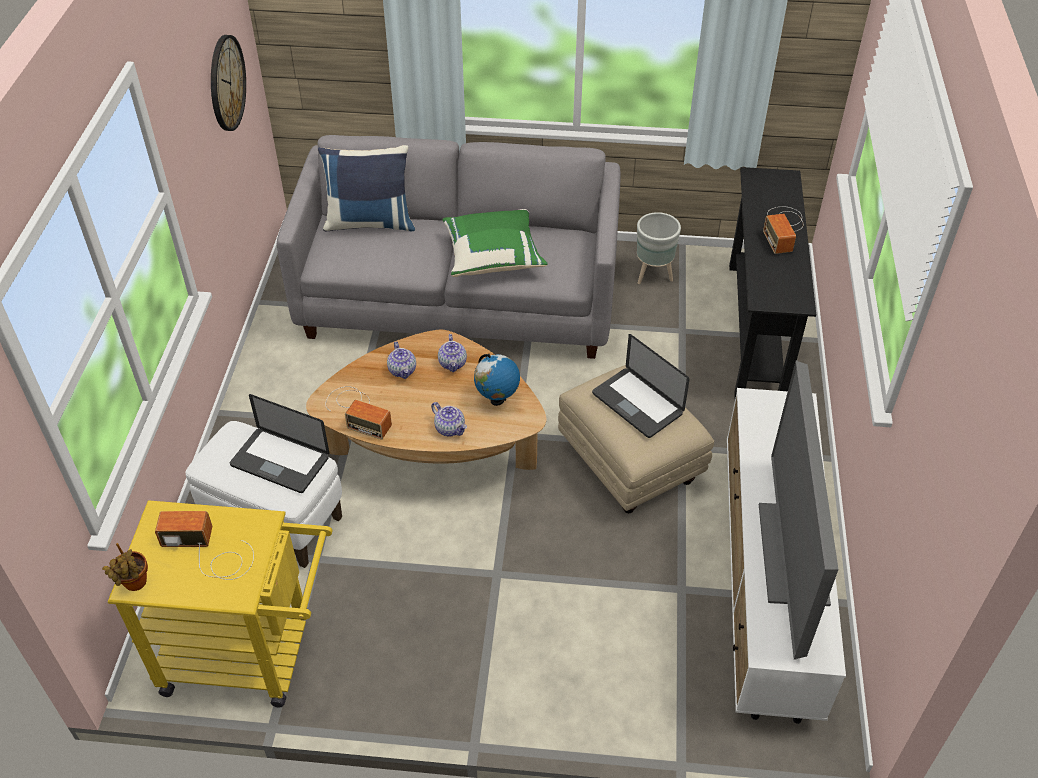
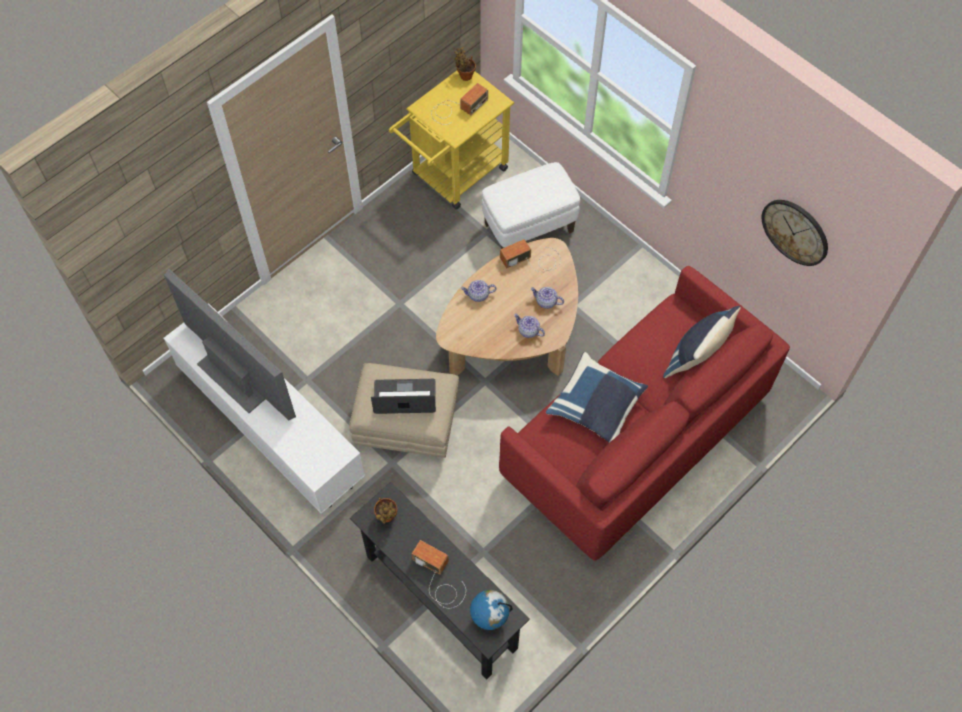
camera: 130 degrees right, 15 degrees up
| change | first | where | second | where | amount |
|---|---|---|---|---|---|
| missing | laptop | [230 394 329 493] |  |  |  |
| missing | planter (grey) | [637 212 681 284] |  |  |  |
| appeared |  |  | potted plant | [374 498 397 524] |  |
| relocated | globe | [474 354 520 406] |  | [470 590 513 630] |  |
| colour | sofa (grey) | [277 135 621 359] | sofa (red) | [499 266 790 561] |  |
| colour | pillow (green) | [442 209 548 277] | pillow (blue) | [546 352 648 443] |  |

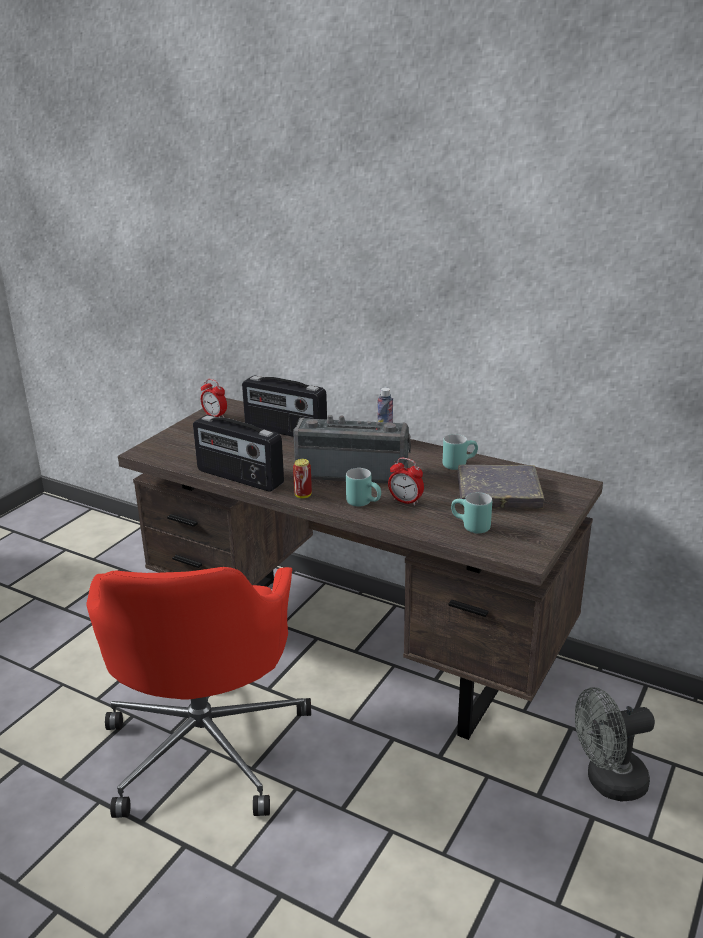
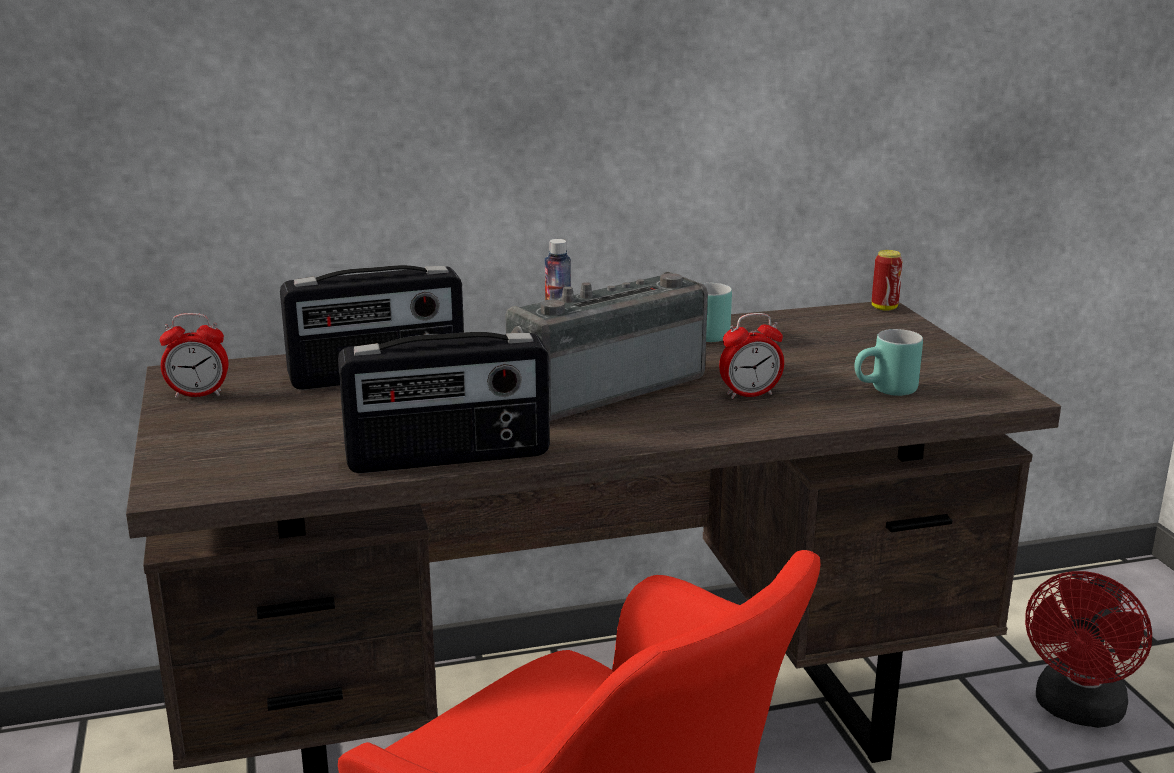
camera: 45 degrees left, 5 degrees down
| change | first | where | second | where | amount |
|---|---|---|---|---|---|
| missing | mug (turquoise) | [346 468 381 507] |  |  |  |
| missing | book (grey) | [457 465 544 509] |  |  |  |
| relocated | can | [293 459 312 498] |  | [872 250 903 311] |  |
| colour | fan (grey) | [575 687 655 802] | fan (red) | [1025 571 1152 728] |  |

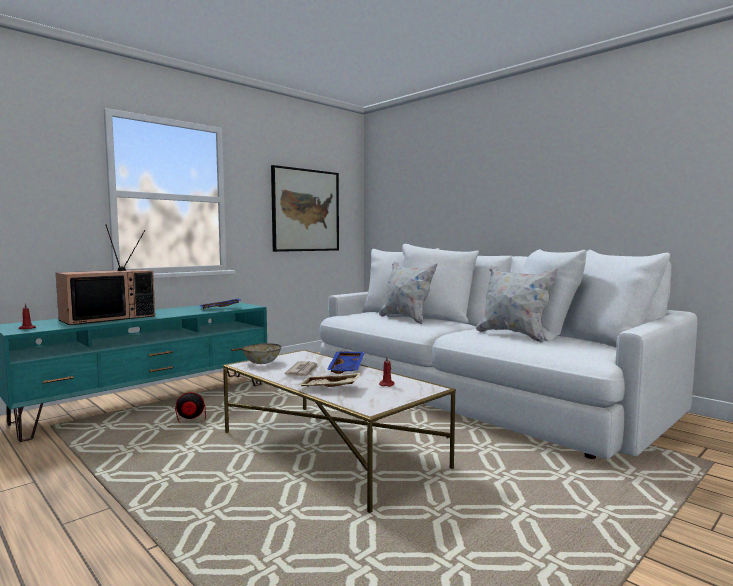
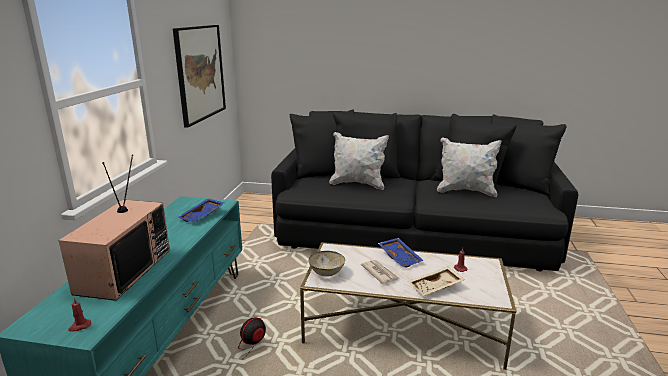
camera: 35 degrees left, 15 degrees up
| change | first | where | second | where | amount |
|---|---|---|---|---|---|
| colour | sofa (white) | [319 244 698 459] | sofa (black) | [271 109 578 271] |  |

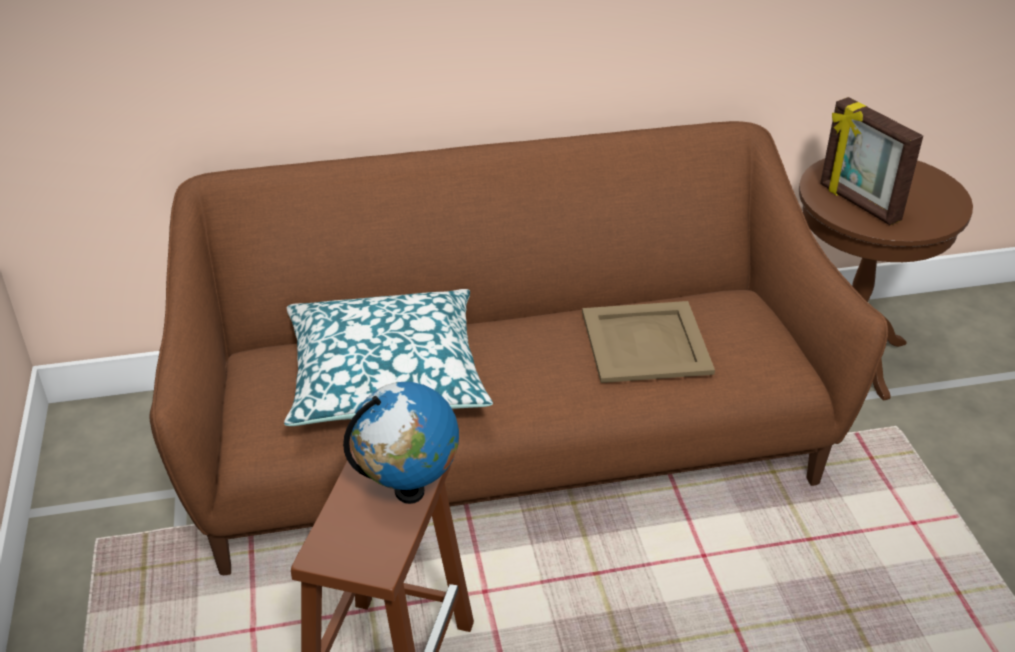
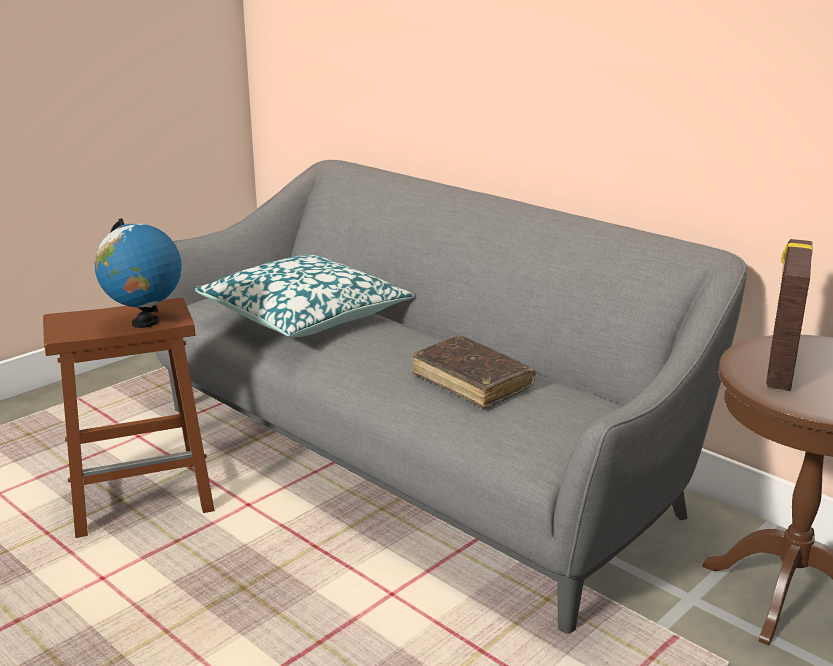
camera: 55 degrees right, 15 degrees down
| change | first | where | second | where | amount |
|---|---|---|---|---|---|
| exchanged | tray (beige) | [582 301 715 383] | book (brown) | [412 336 536 408] |  |
| colour | sofa (brown) | [150 121 888 575] | sofa (grey) | [155 160 747 634] |  |

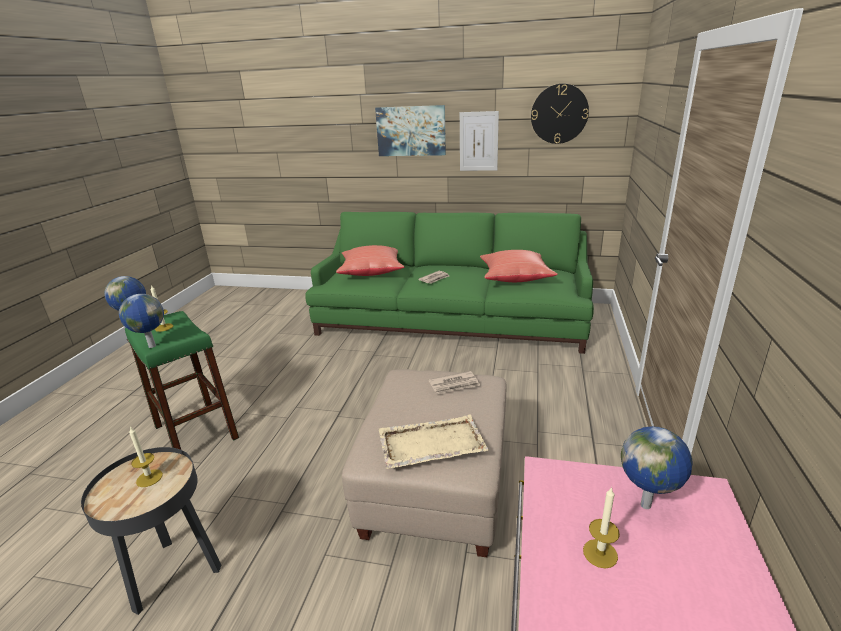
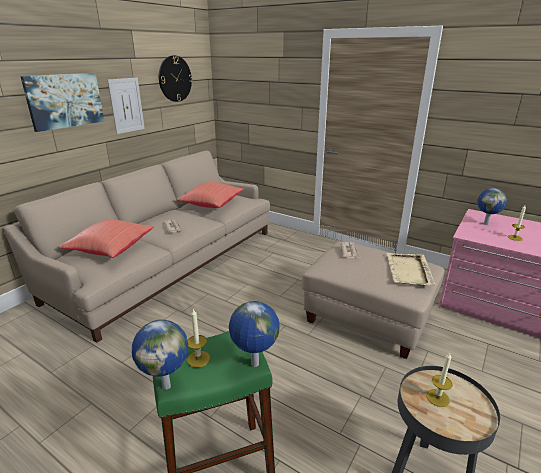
camera: 70 degrees left, 0 degrees up
| change | first | where | second | where | amount |
|---|---|---|---|---|---|
| colour | sofa (green) | [305 212 594 354] | sofa (beige) | [3 151 270 343] |  |

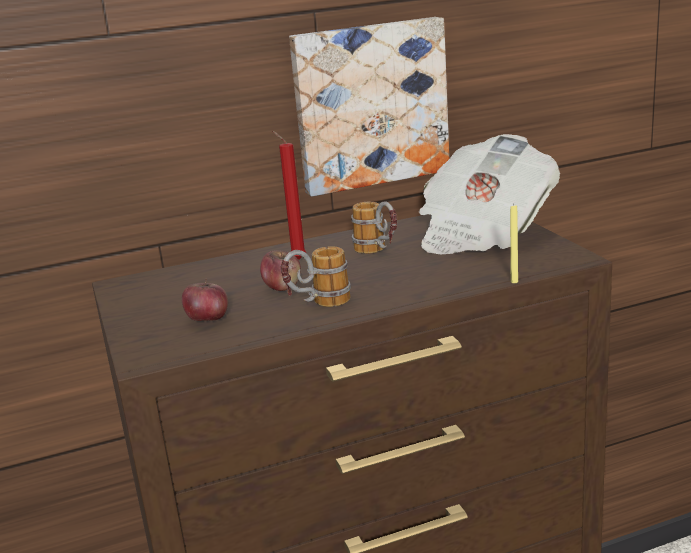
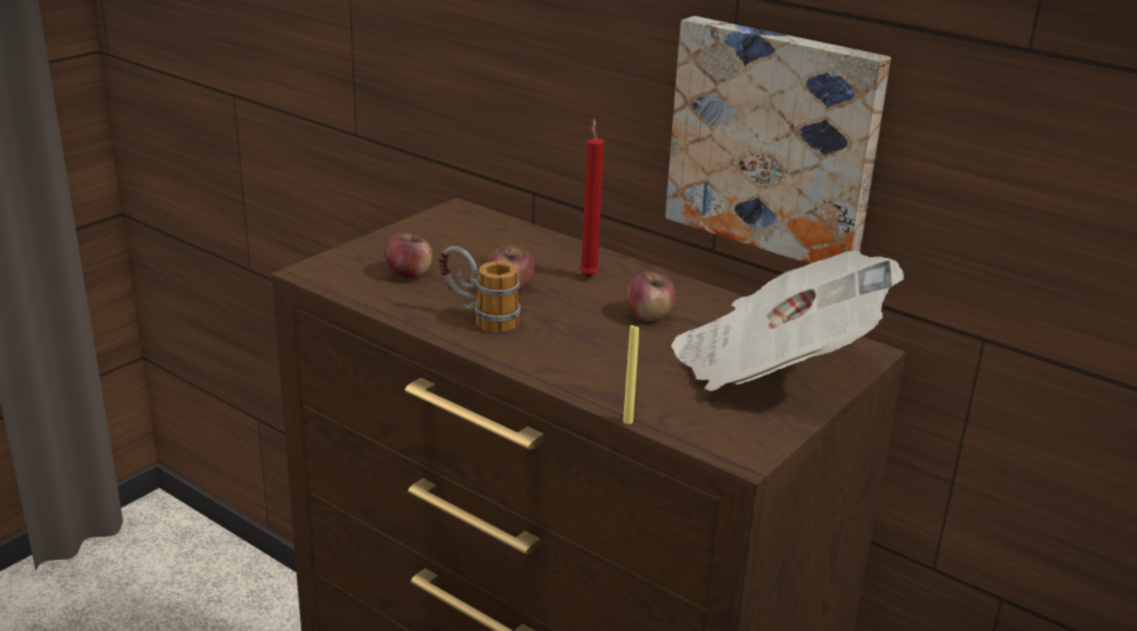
camera: 55 degrees right, 5 degrees up
| change | first | where | second | where | amount |
|---|---|---|---|---|---|
| exchanged | mug | [351 201 397 254] | apple | [627 271 676 321] |  |

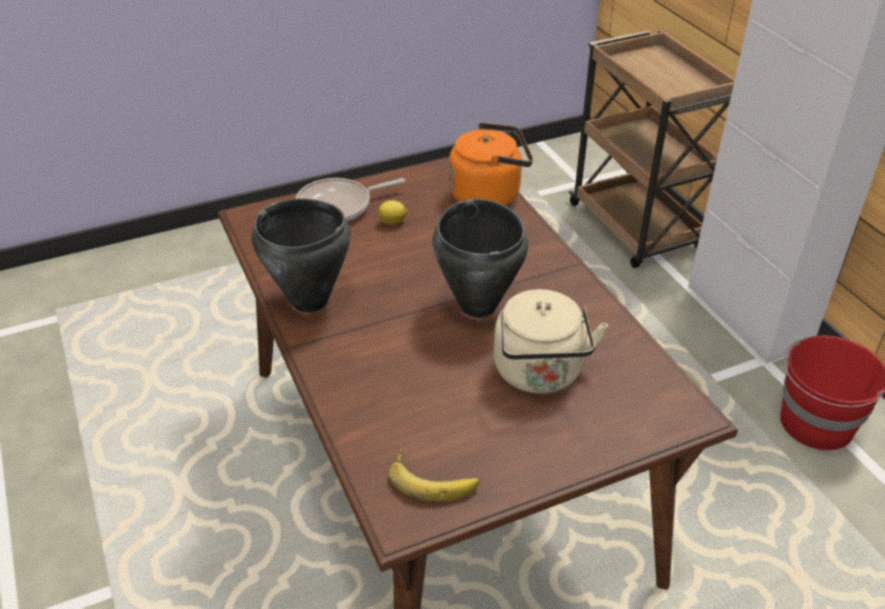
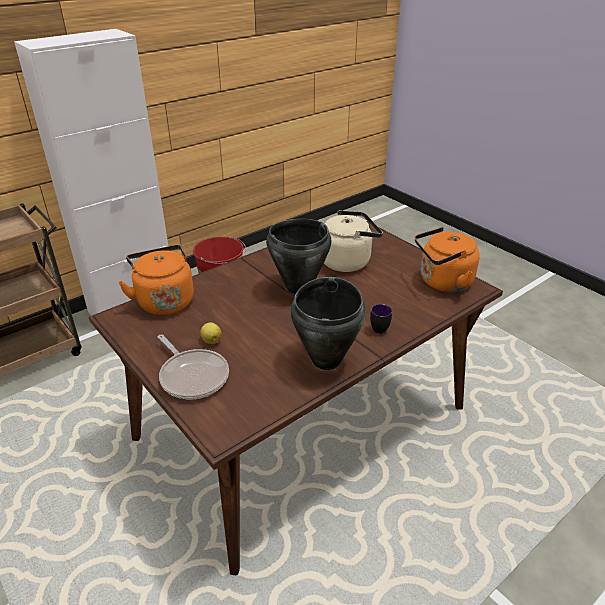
camera: 105 degrees left, 5 degrees down
| change | first | where | second | where | amount |
|---|---|---|---|---|---|
| appeared |  |  | mug | [370 304 392 334] |  |
| exchanged | banana | [388 448 479 502] | kettle (orange) | [415 227 480 292] |  |

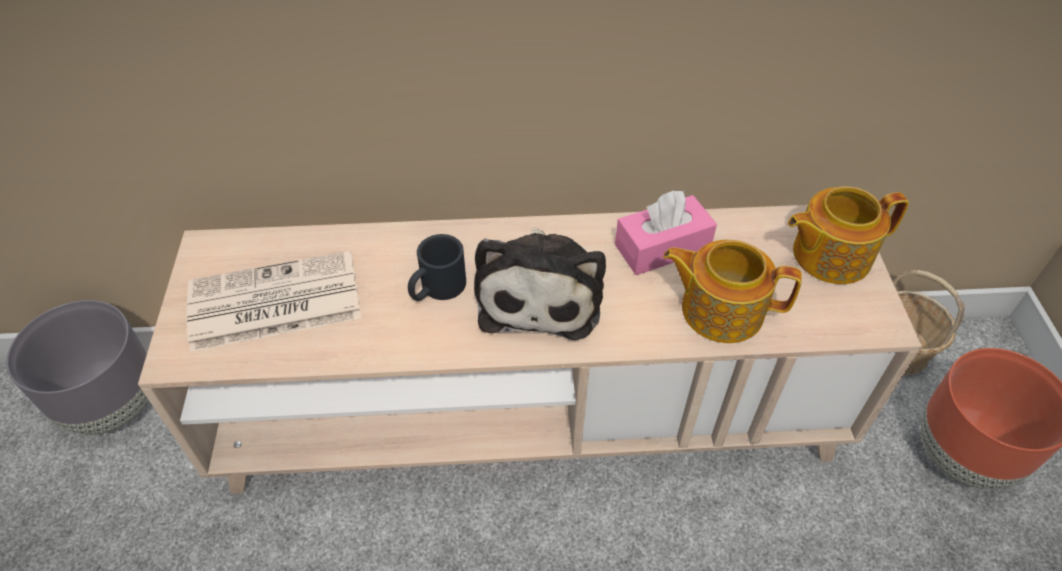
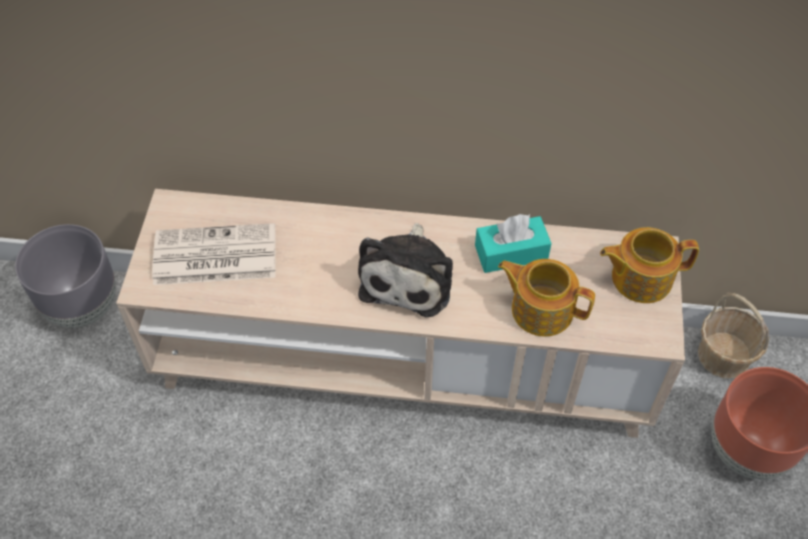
camera: 10 degrees right, 5 degrees up
| change | first | where | second | where | amount |
|---|---|---|---|---|---|
| missing | mug (black) | [408 234 466 301] |  |  |  |
| colour | tissue box (pink) | [615 190 717 275] | tissue box (turquoise) | [475 214 552 273] |  |

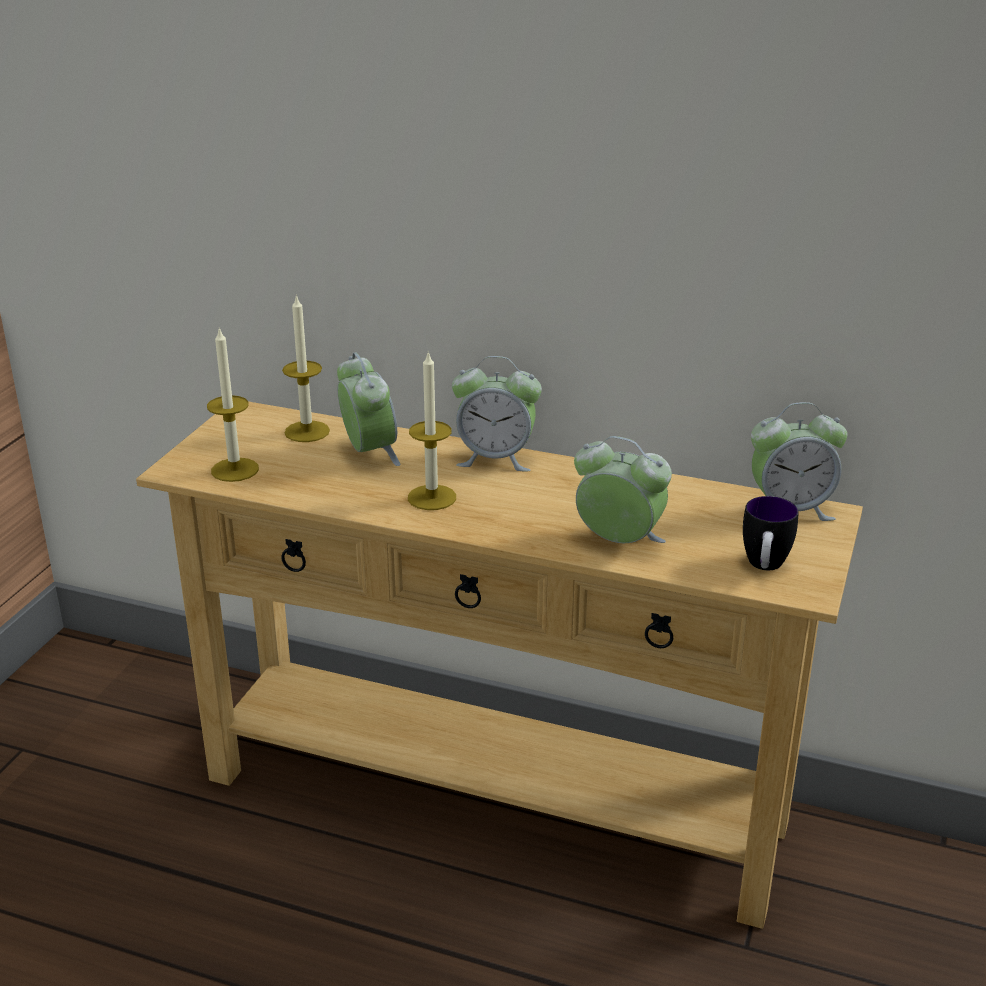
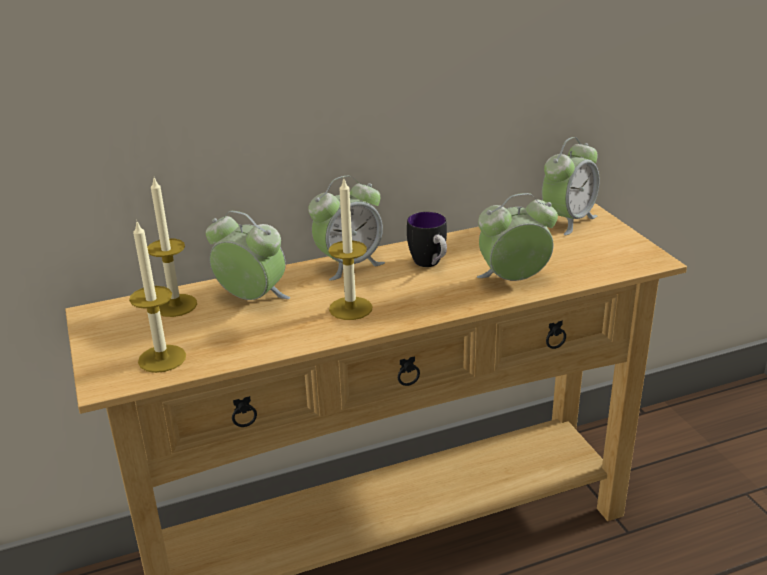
camera: 40 degrees left, 0 degrees up
| change | first | where | second | where | amount |
|---|---|---|---|---|---|
| relocated | mug | [743 496 799 570] |  | [407 212 447 267] |  |

